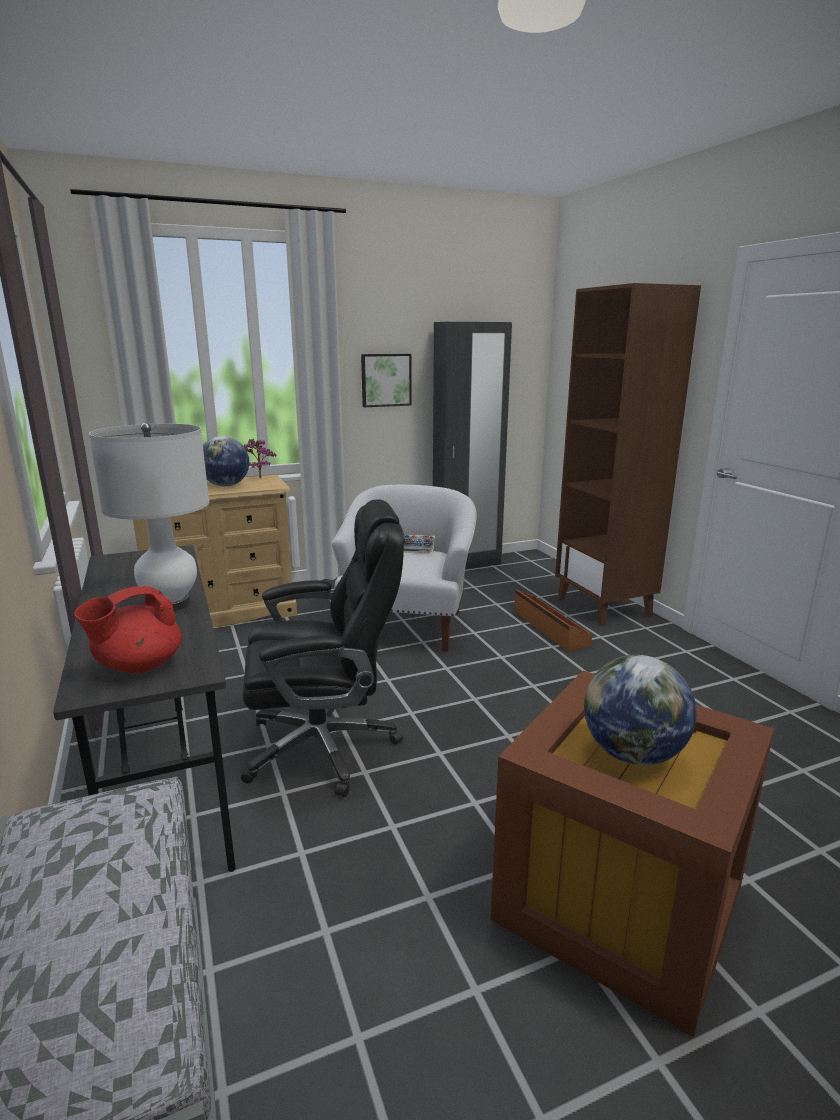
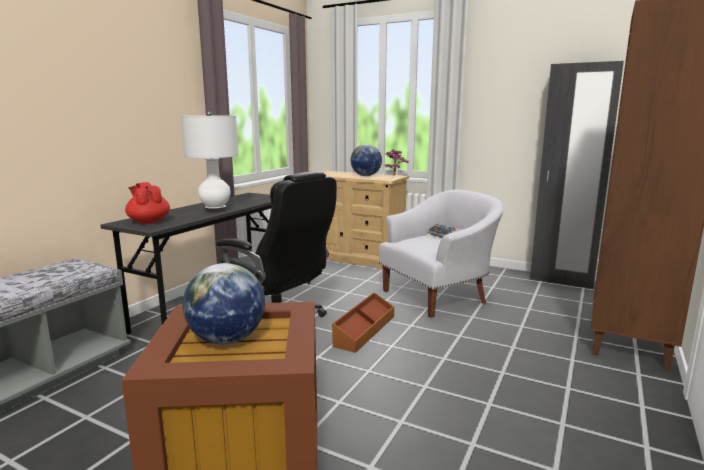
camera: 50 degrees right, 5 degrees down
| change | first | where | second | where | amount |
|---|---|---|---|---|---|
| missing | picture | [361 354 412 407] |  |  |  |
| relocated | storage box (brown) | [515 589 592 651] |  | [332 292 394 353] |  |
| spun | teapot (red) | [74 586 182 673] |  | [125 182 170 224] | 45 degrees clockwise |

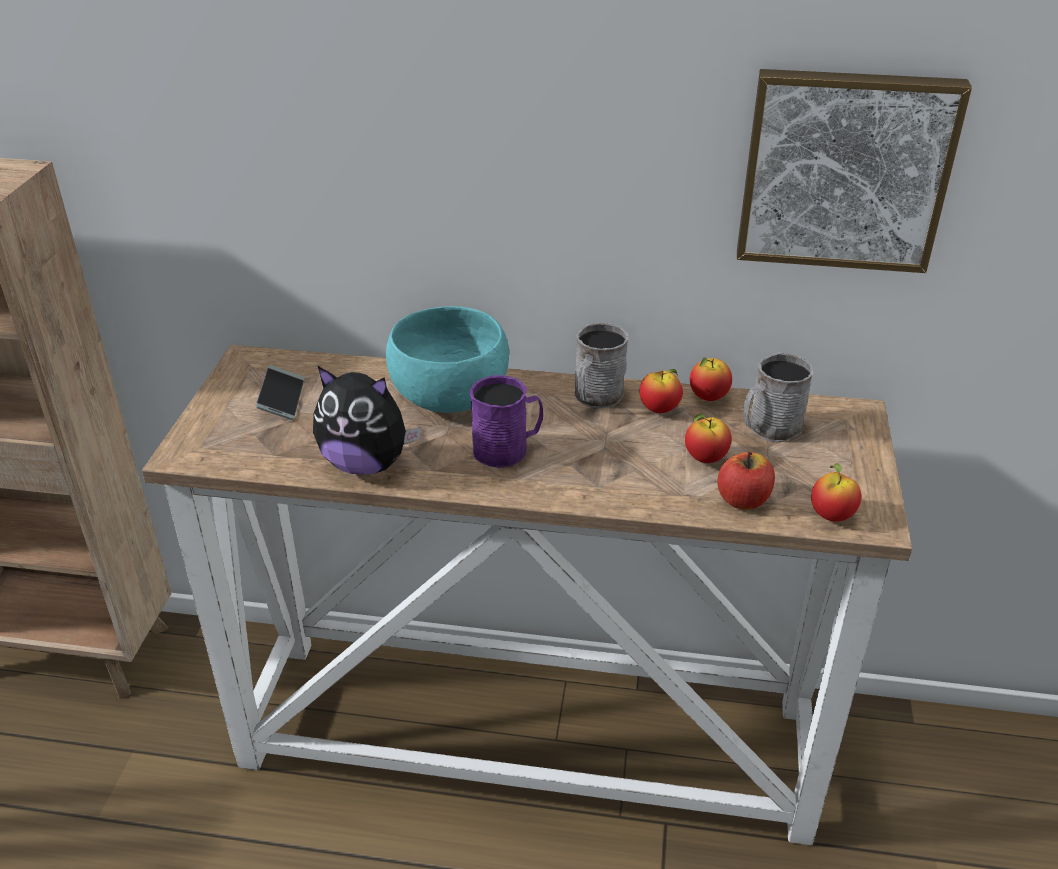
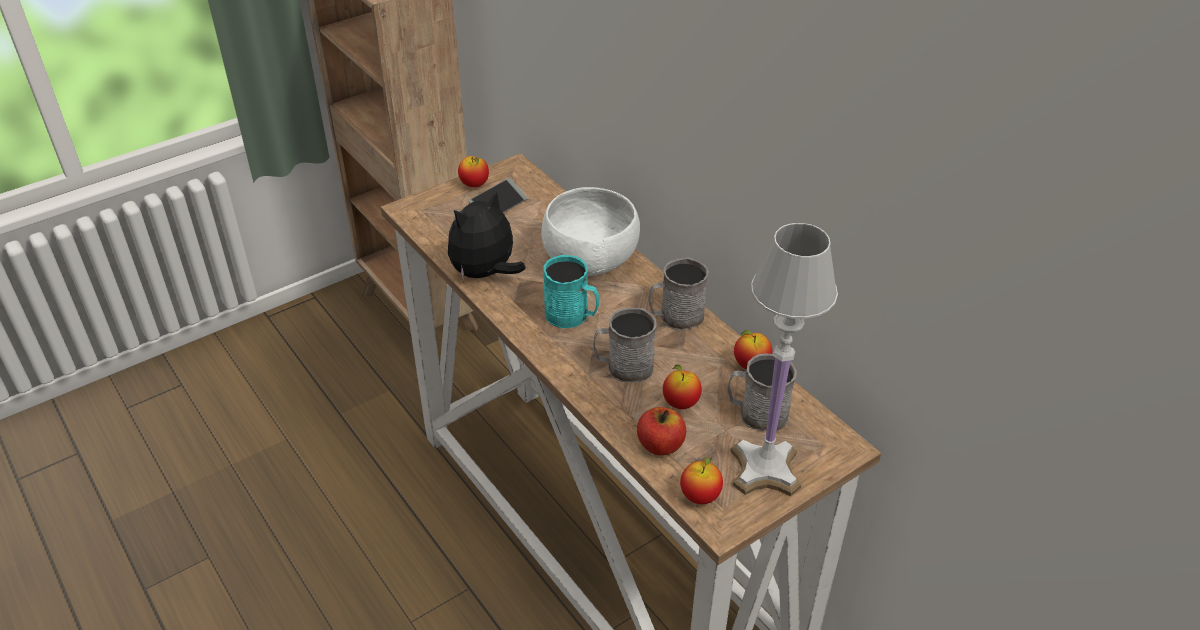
camera: 45 degrees right, 5 degrees up
| change | first | where | second | where | amount |
|---|---|---|---|---|---|
| missing | picture | [737 69 972 273] |  |  |  |
| appeared |  |  | mug (grey) | [593 308 657 382] |  |
| appeared |  |  | table lamp (white) | [730 223 838 496] |  |
| relocated | apple | [640 369 683 413] |  | [458 156 489 188] |  |
| colour | bowl (turquoise) | [386 306 509 413] | bowl (white) | [541 187 640 276] |  |
| colour | mug (purple) | [469 375 543 468] | mug (turquoise) | [544 255 600 328] |  |
| spun | plush toy | [313 366 421 475] |  | [448 190 525 281] | 75 degrees clockwise |

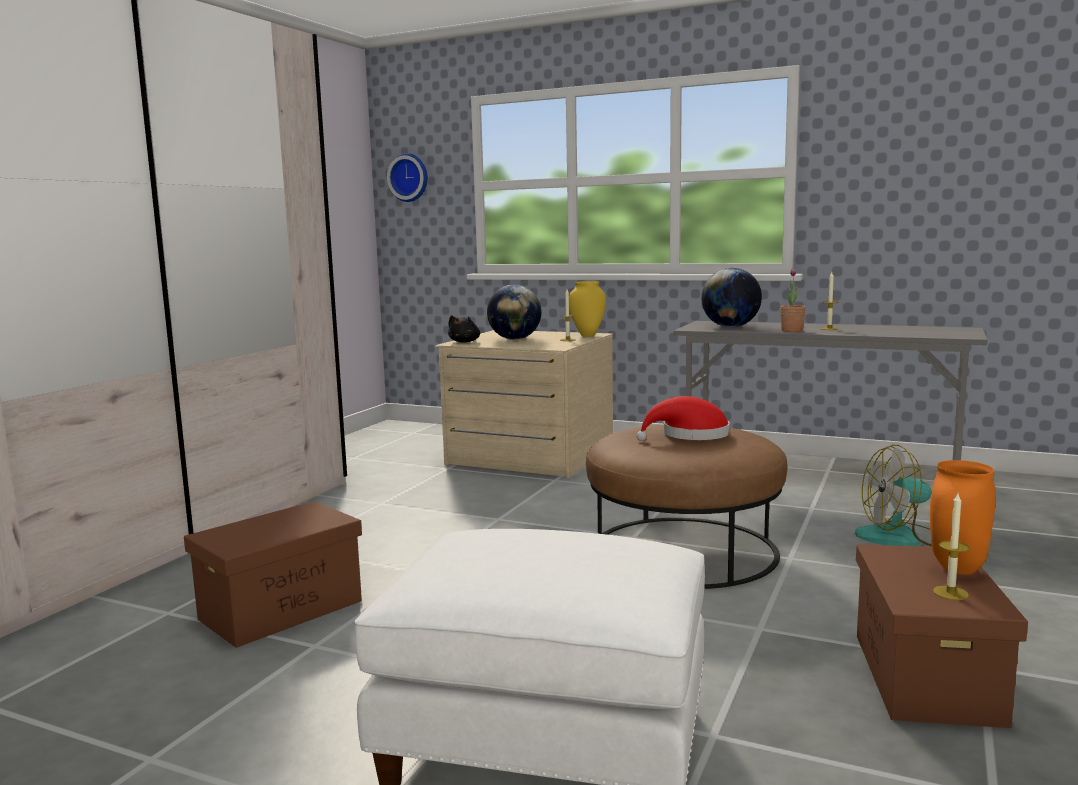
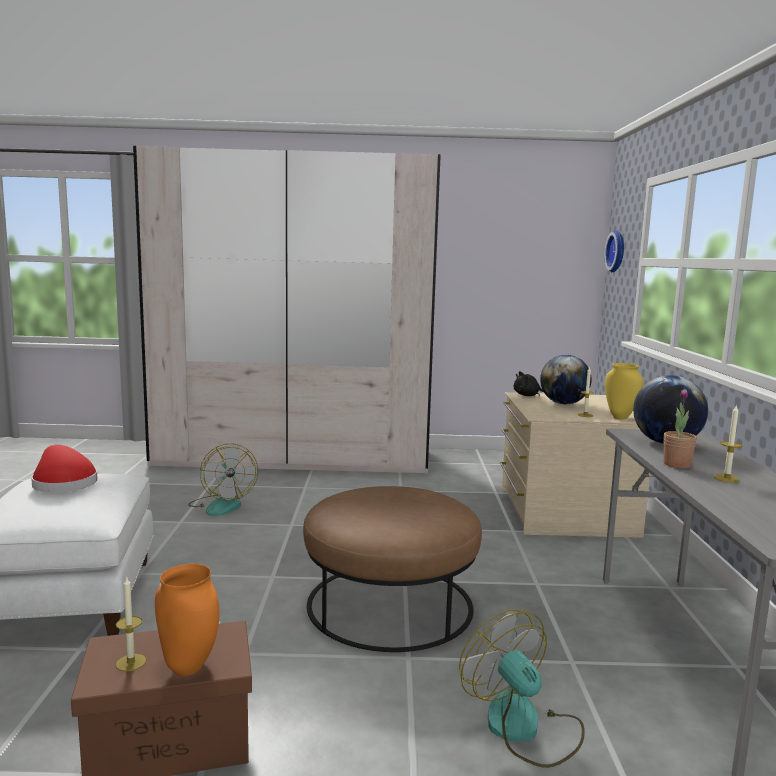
camera: 65 degrees right, 0 degrees up
| change | first | where | second | where | amount |
|---|---|---|---|---|---|
| relocated | hat (red) | [637 396 730 441] |  | [31 445 98 493] |  |
| exchanged | storage box (brown) | [184 501 362 648] | fan | [188 444 258 516] |  |

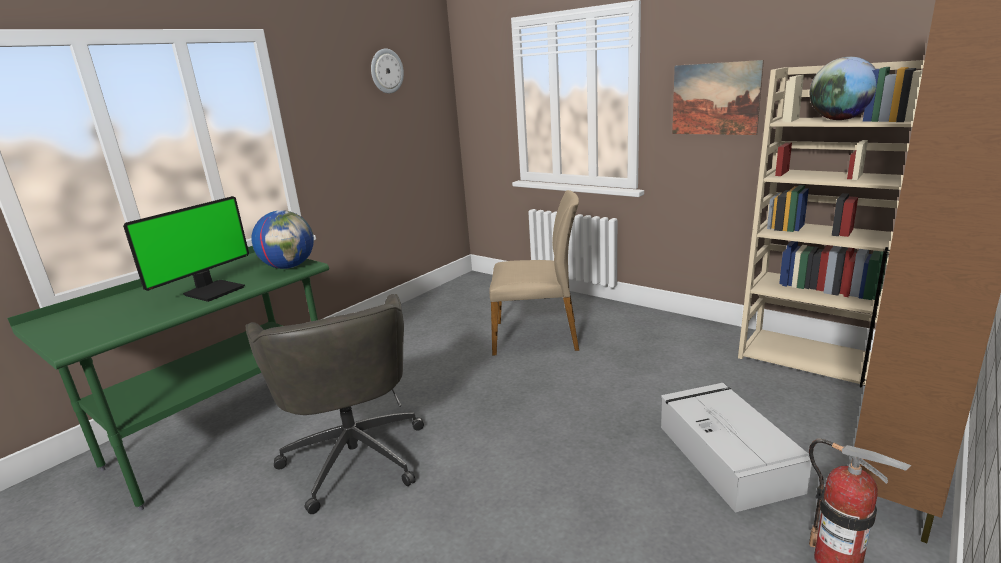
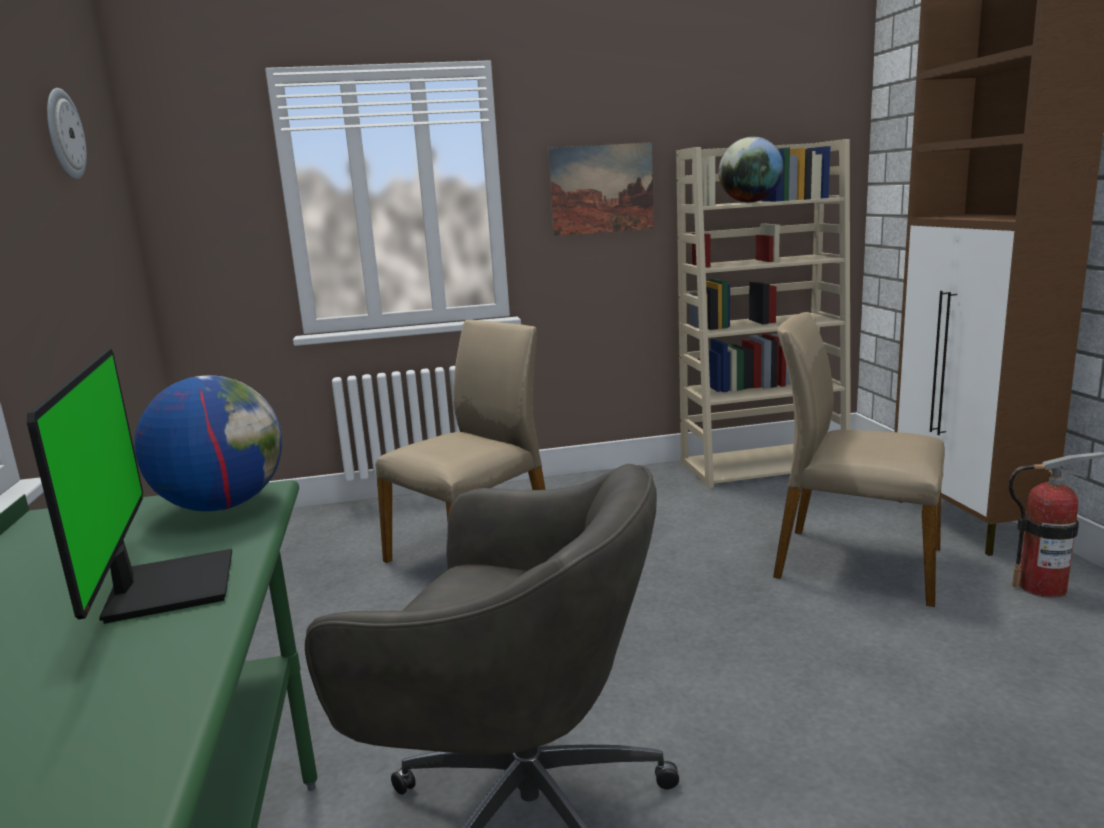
camera: 50 degrees left, 5 degrees down
| change | first | where | second | where | amount |
|---|---|---|---|---|---|
| exchanged | storage box (grey) | [661 383 812 512] | chair (beige) | [773 312 945 607] |  |

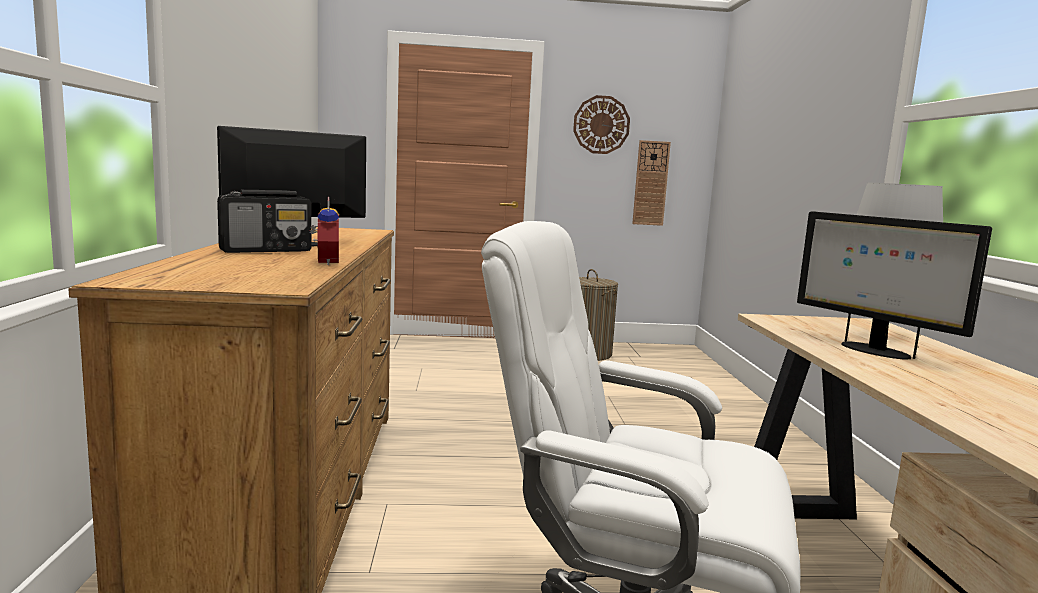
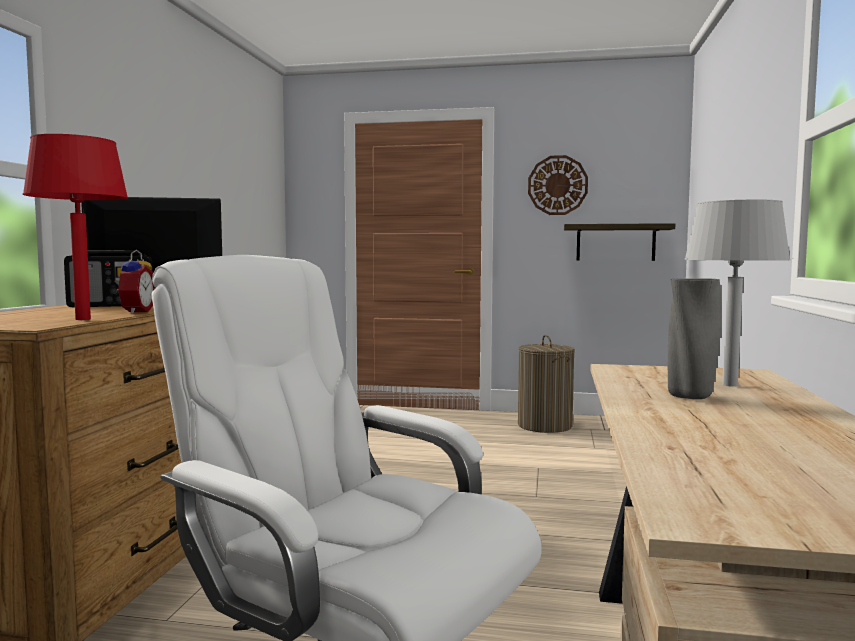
camera: 15 degrees right, 5 degrees down
| change | first | where | second | where | amount |
|---|---|---|---|---|---|
| appeared |  |  | table lamp (red) | [23 134 128 320] |  |
| exchanged | wall clock | [632 140 671 226] | shelf | [564 223 675 261] |  |
| exchanged | monitor | [797 211 992 359] | vase (grey) | [668 279 722 399] |  |

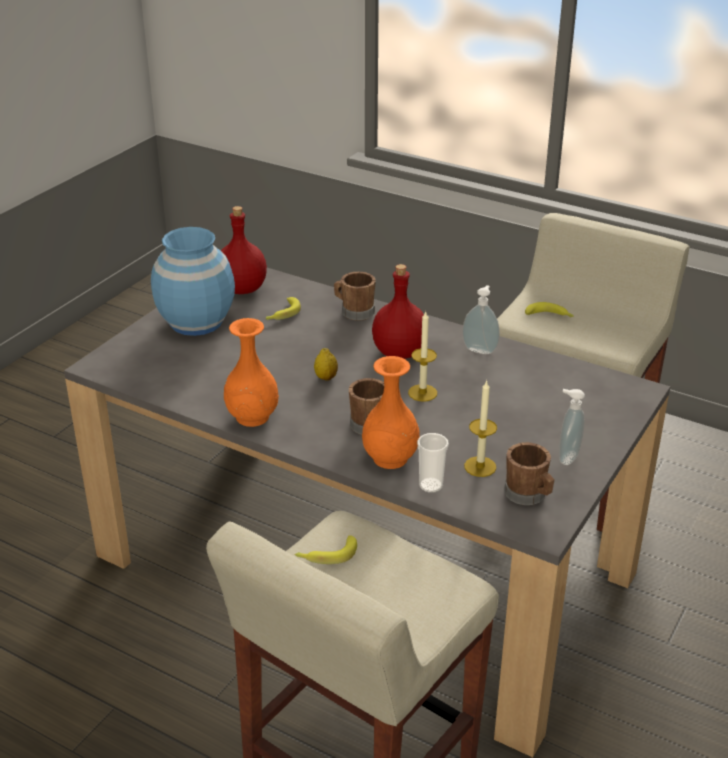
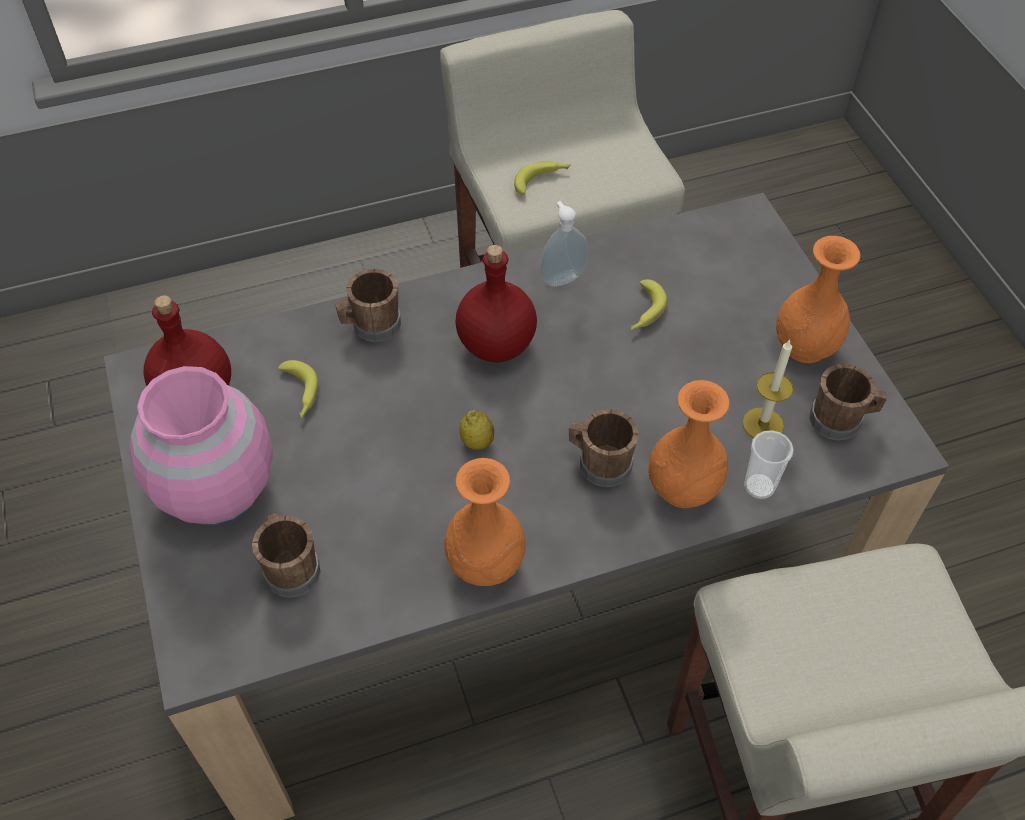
camera: 50 degrees left, 20 degrees up
| change | first | where | second | where | amount |
|---|---|---|---|---|---|
| missing | candle | [408 310 437 402] |  |  |  |
| appeared |  |  | mug (brown) | [252 512 320 598] |  |
| relocated | banana | [295 535 357 564] |  | [631 279 667 331] |  |
| exchanged | soap dispenser | [559 389 585 465] | vase (orange) | [776 236 860 363] |  |
| colour | vase (blue) | [151 227 235 336] | vase (pink) | [129 366 273 525] |  |

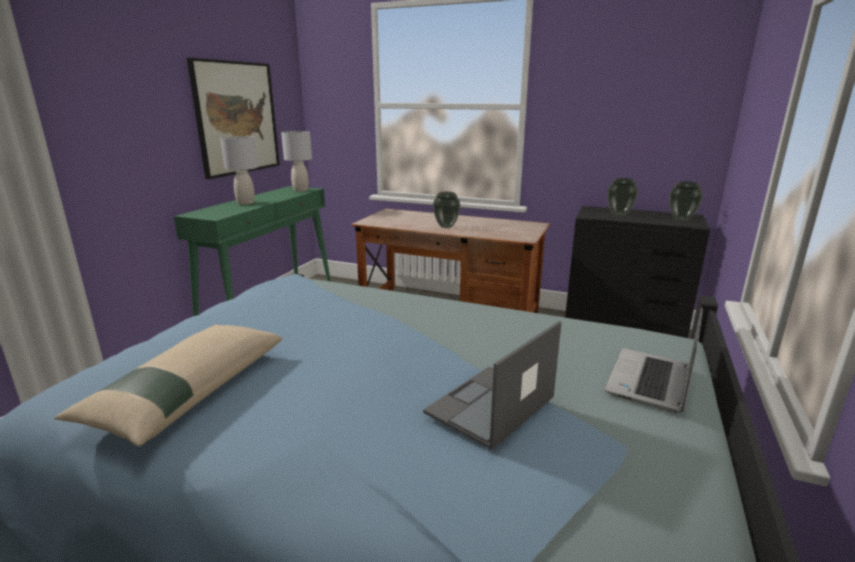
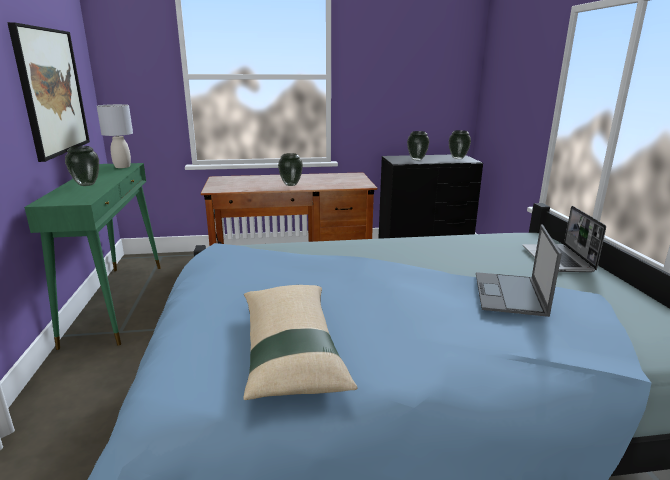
camera: 30 degrees left, 0 degrees up
| change | first | where | second | where | amount |
|---|---|---|---|---|---|
| exchanged | table lamp (grey) | [220 136 258 205] | vase | [65 146 99 186] |  |

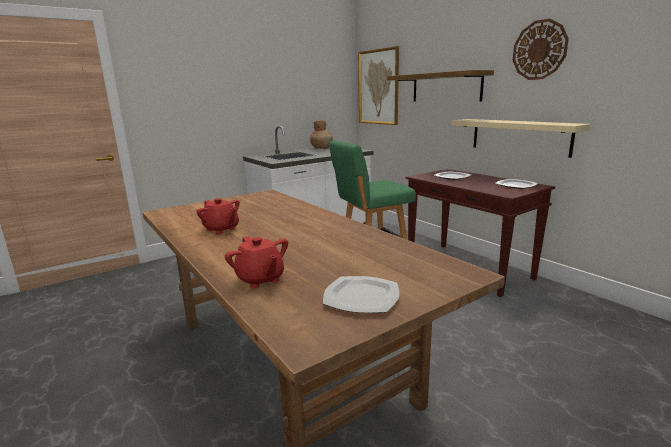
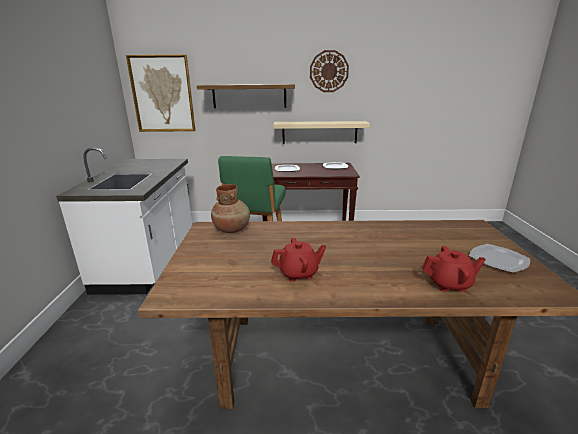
camera: 55 degrees left, 5 degrees up
| change | first | where | second | where | amount |
|---|---|---|---|---|---|
| relocated | vase (brown) | [310 120 333 149] |  | [211 184 250 233] |  |

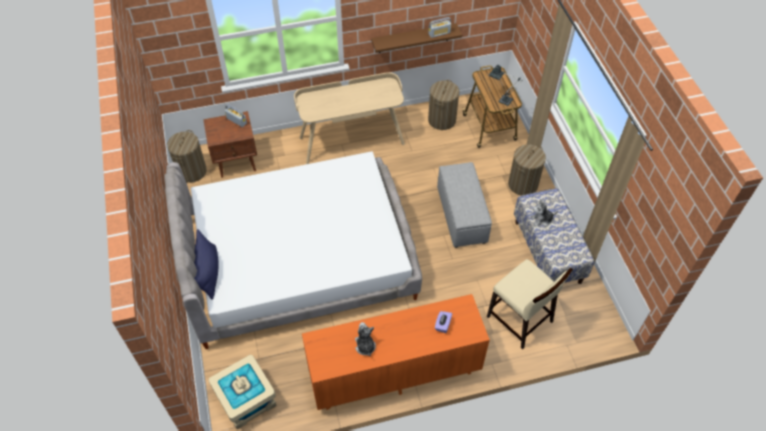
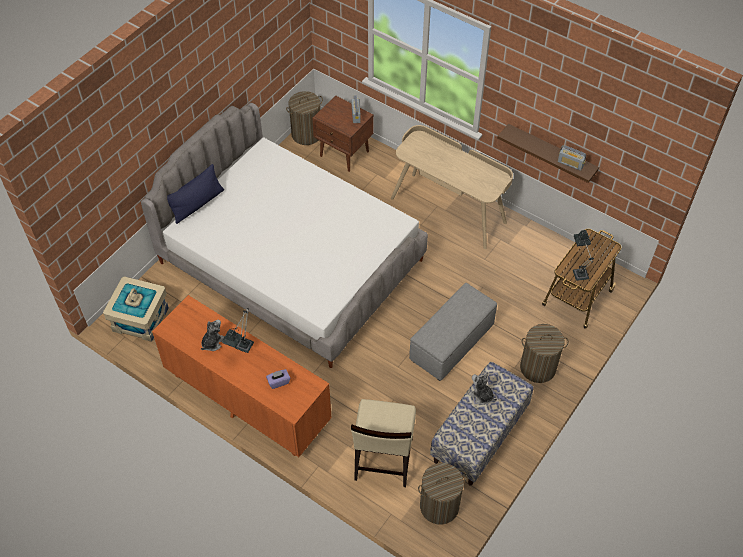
camera: 50 degrees right, 0 degrees up
| change | first | where | second | where | amount |
|---|---|---|---|---|---|
| appeared |  |  | table lamp | [222 308 254 353] |  |
| relocated | laundry basket | [428 80 460 130] |  | [418 463 467 525] |  |

